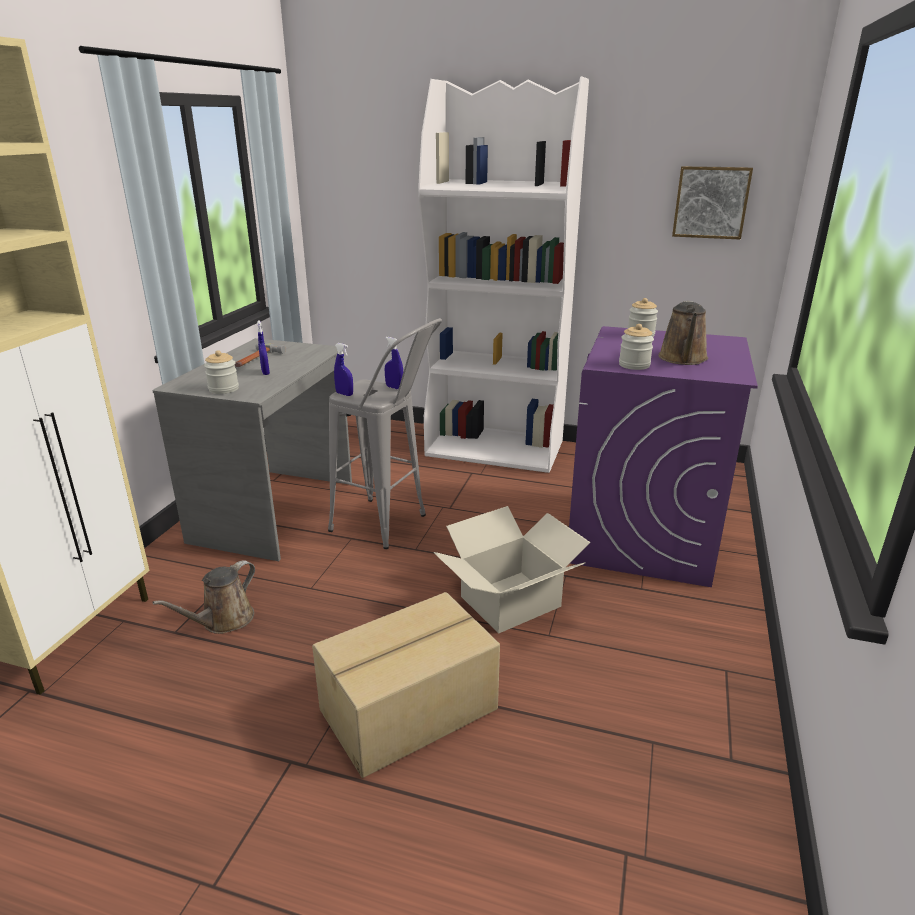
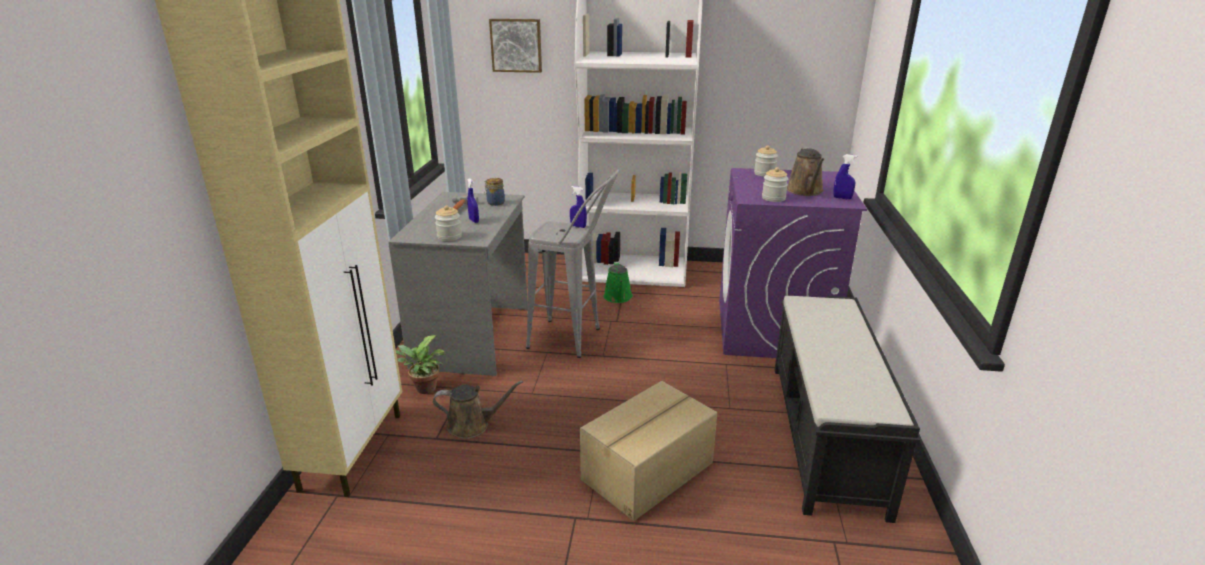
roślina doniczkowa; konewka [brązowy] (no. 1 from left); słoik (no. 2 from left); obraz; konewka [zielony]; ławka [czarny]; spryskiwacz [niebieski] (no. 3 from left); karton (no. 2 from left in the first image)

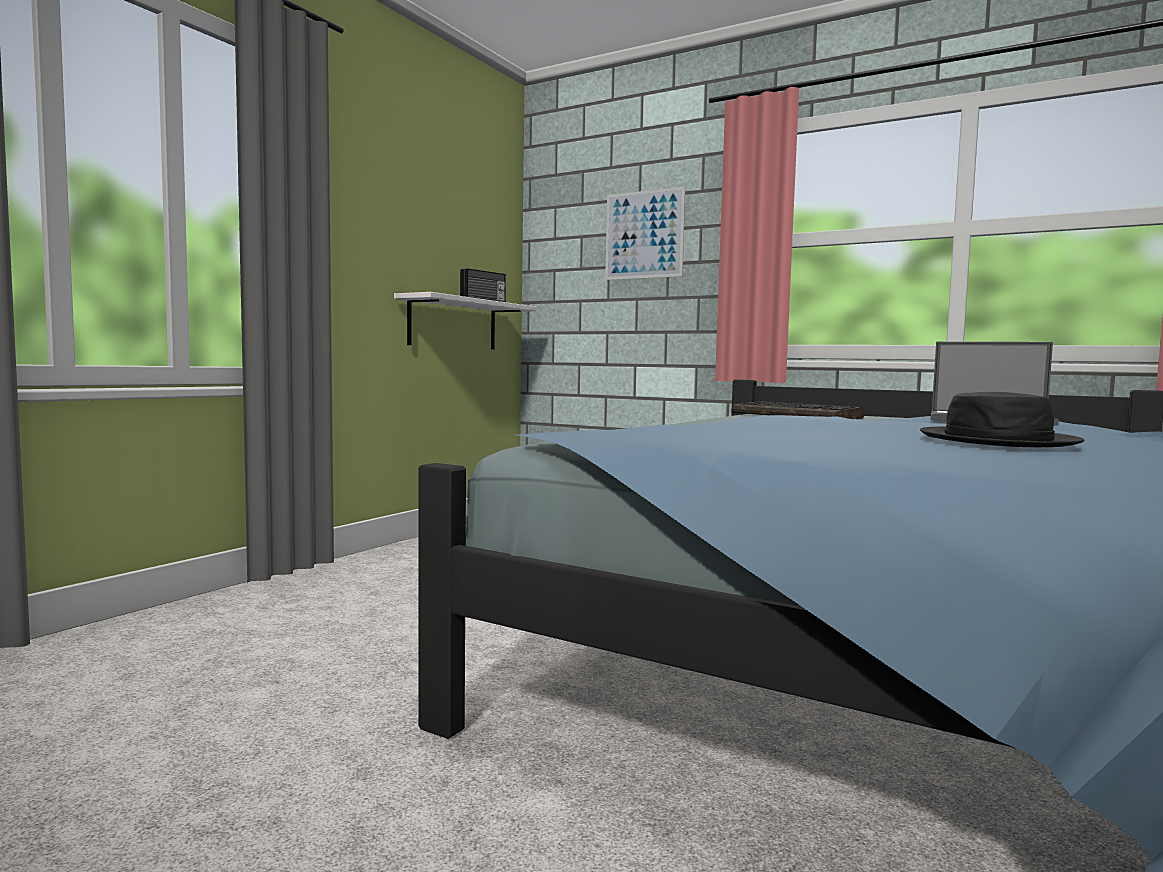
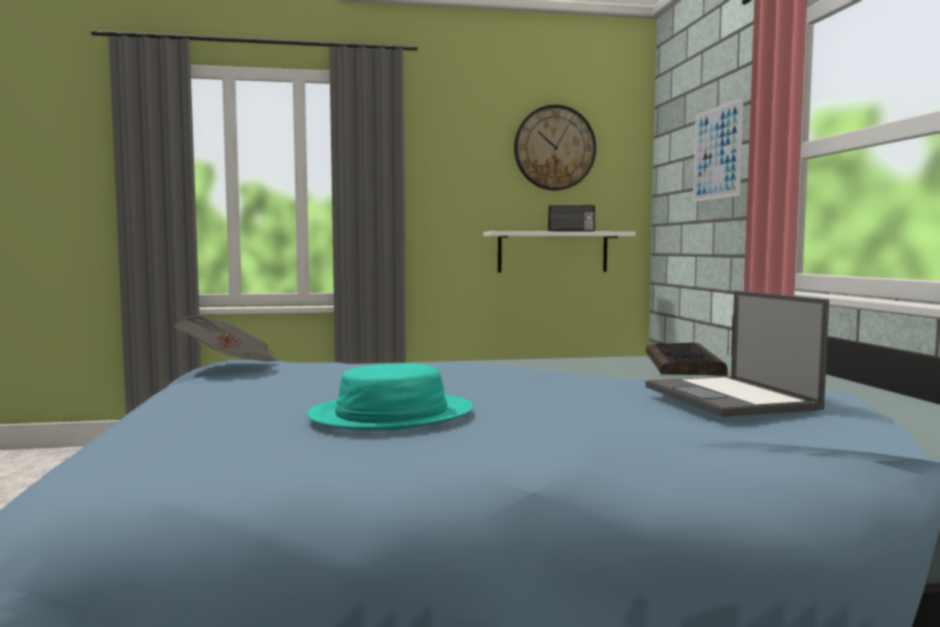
gazeta; kapelusz [turkusowy]; zegar ścienny

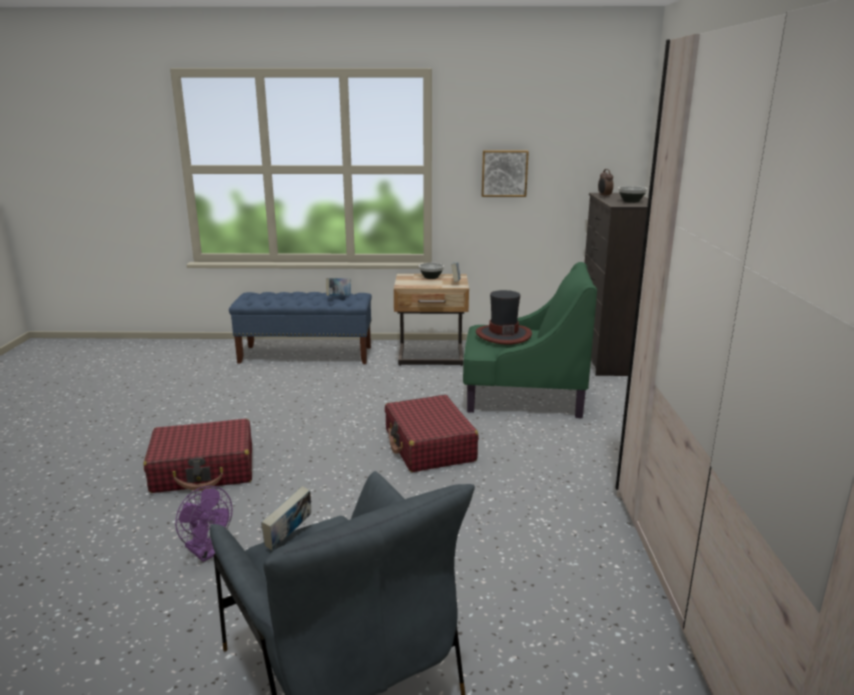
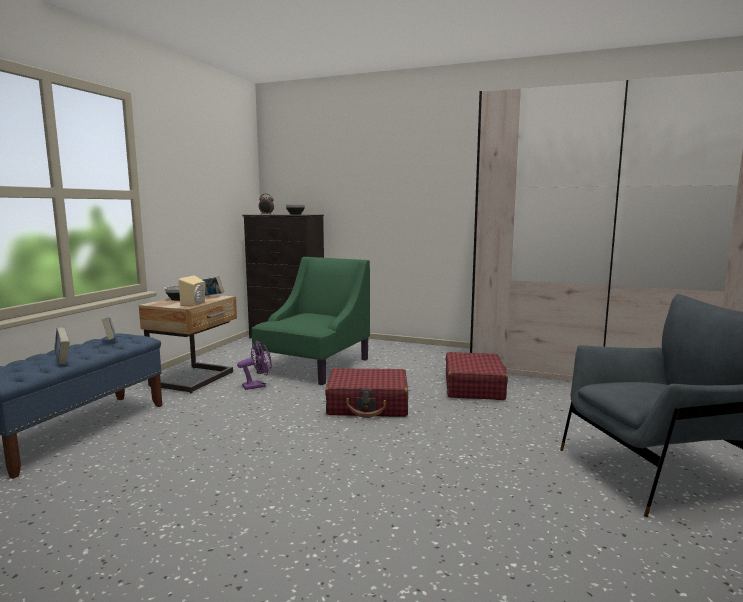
książka (no. 1 from left); głośnik [beżowy]; wentylator [fioletowy]; walizka [czerwony] (no. 2 from left); kapelusz; obraz

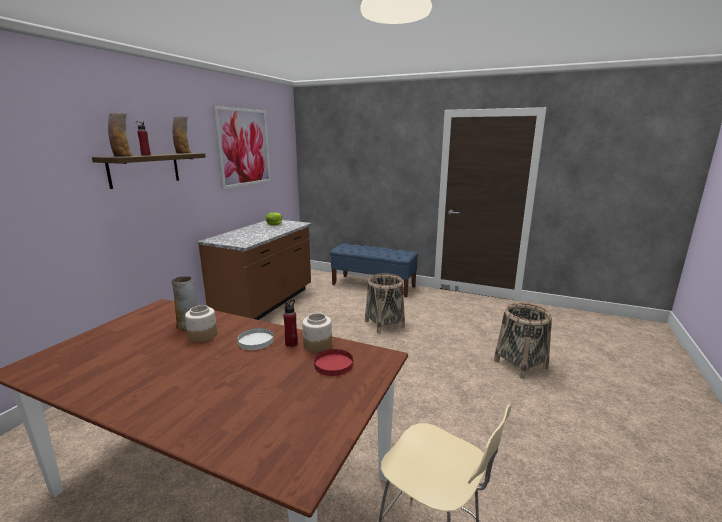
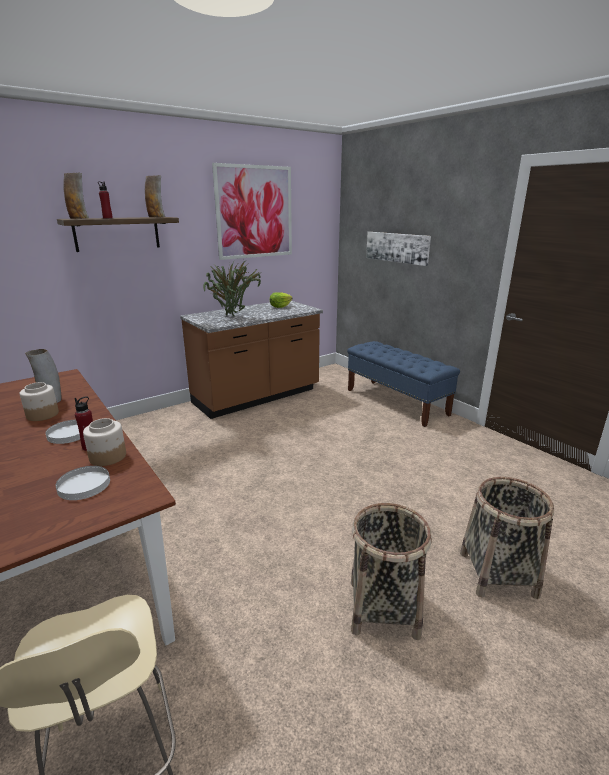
talerz [biały] (no. 2 from left); roślina doniczkowa; koszyk (no. 1 from left); obraz (no. 2 from left)

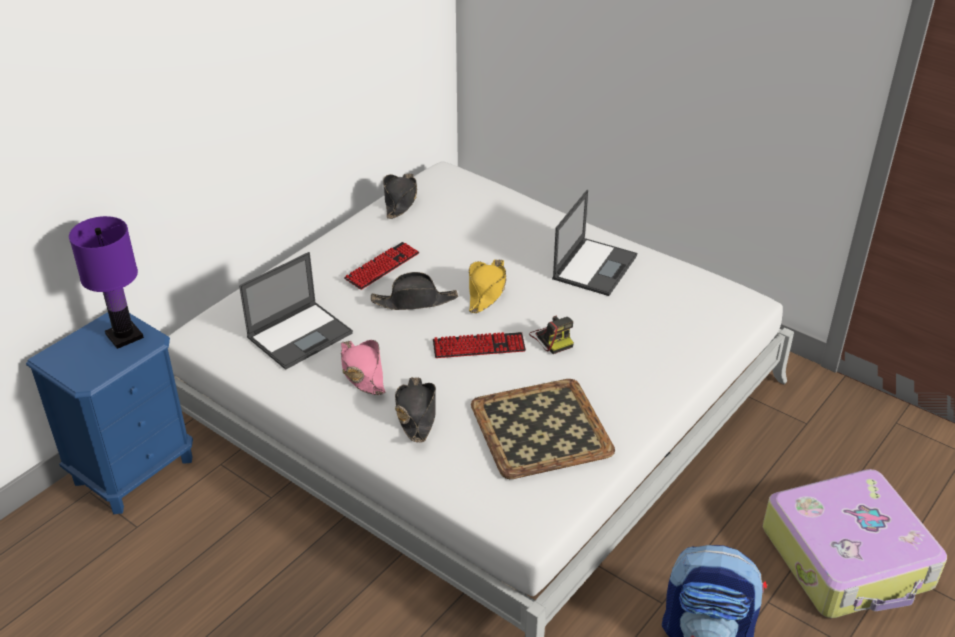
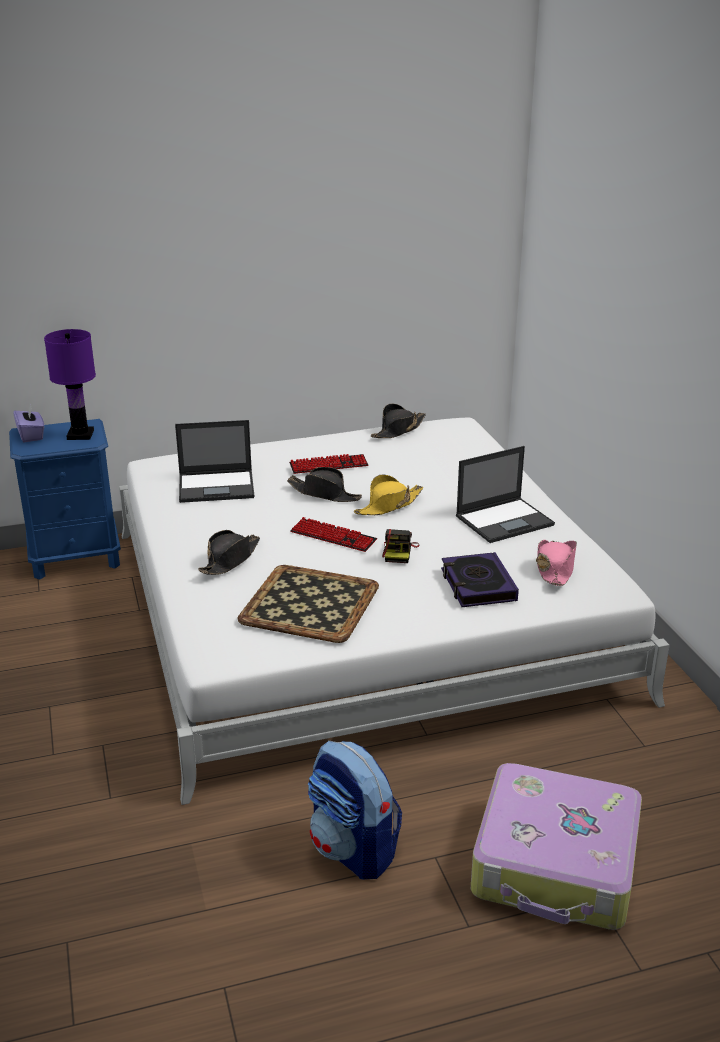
pudełko chusteczek [fioletowy]; książka; kapelusz [różowy]

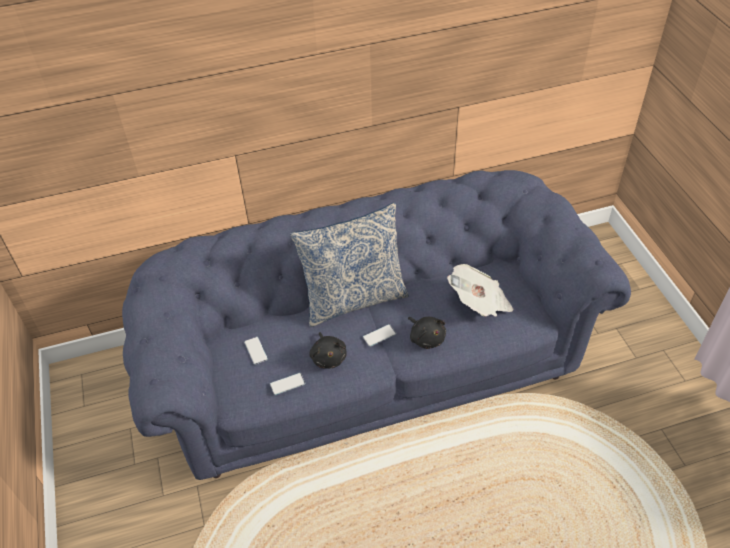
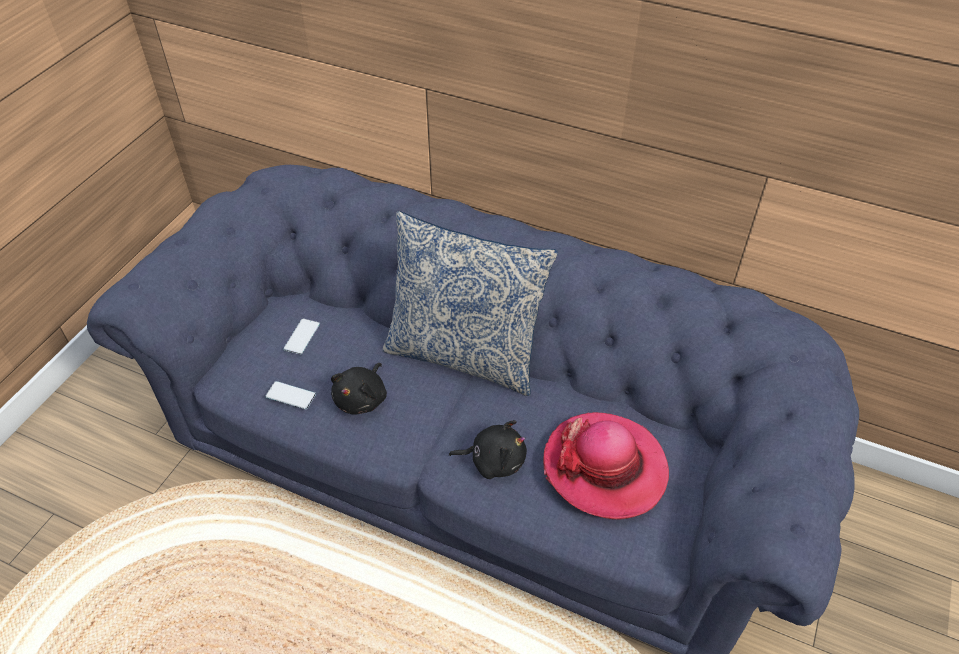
pluszak [czarny] (no. 2 from left); kapelusz; telefon (no. 3 from left in the first image)

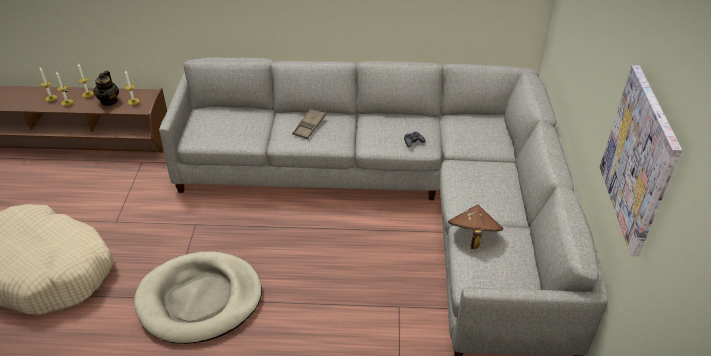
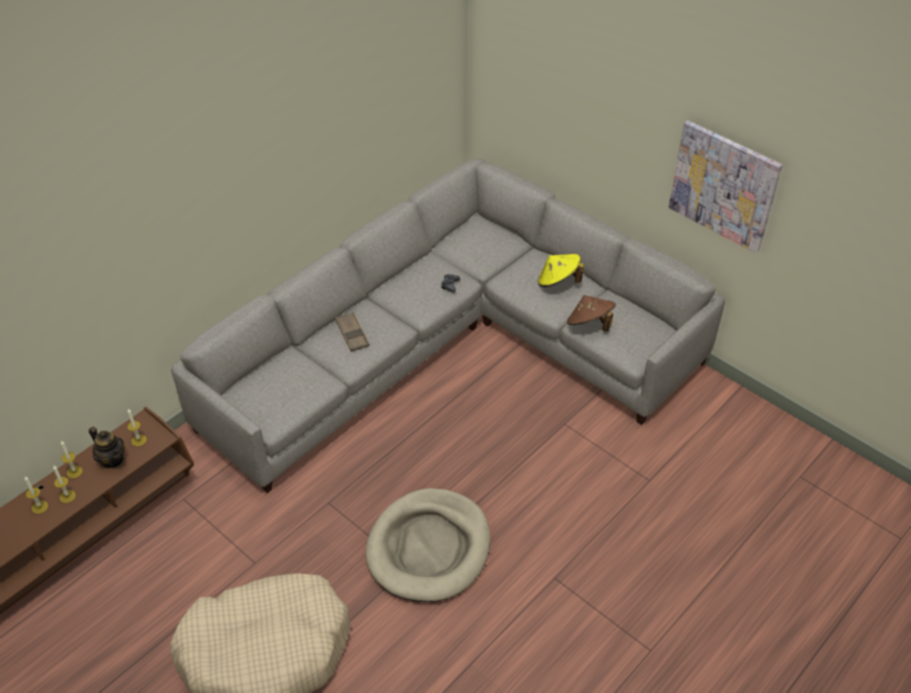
kapelusz [żółty]

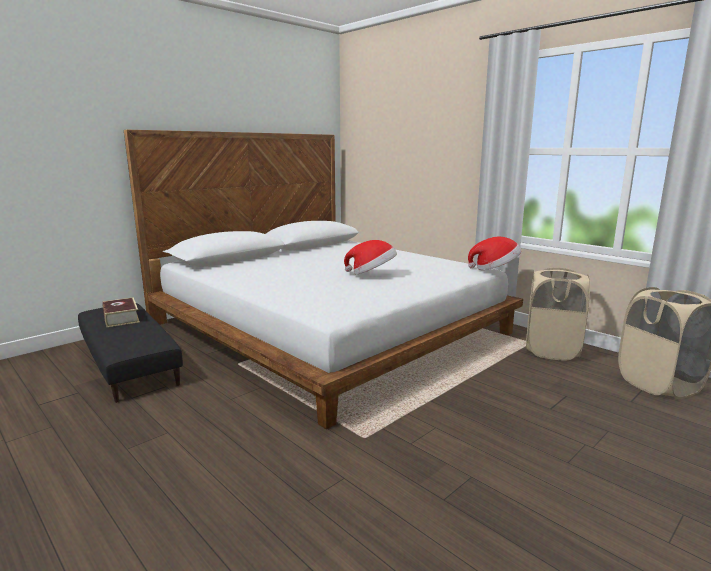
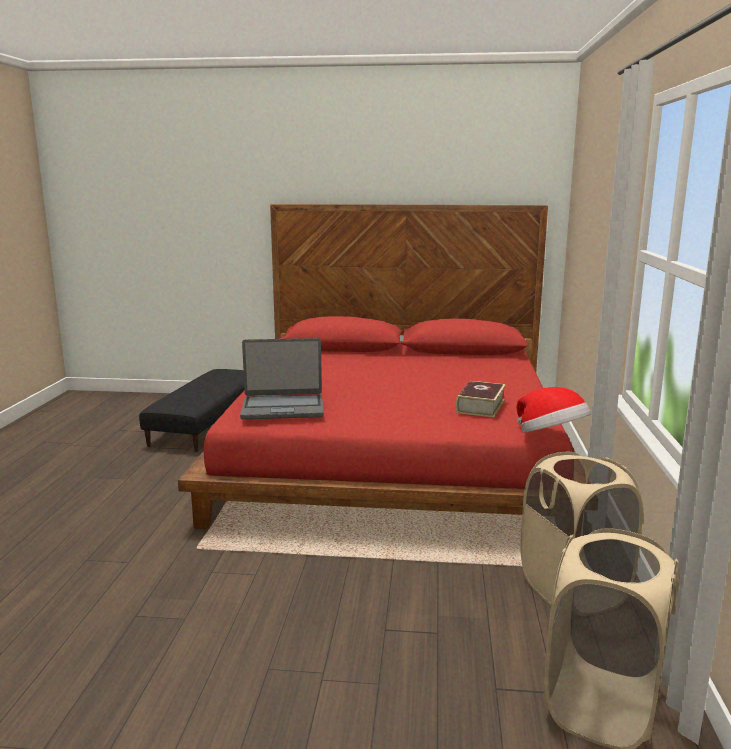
łóżko [czerwony]; laptop; książka; kapelusz (no. 1 from left in the first image)

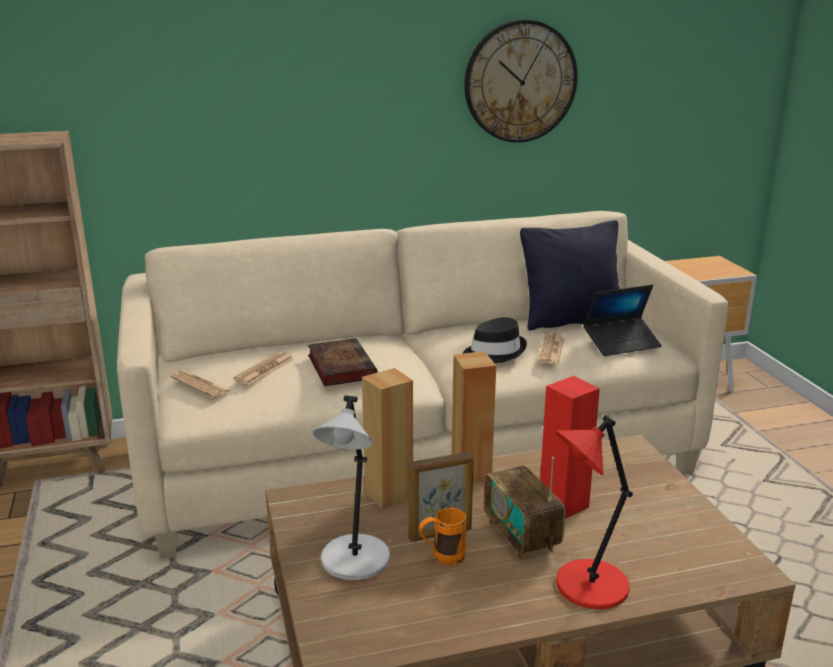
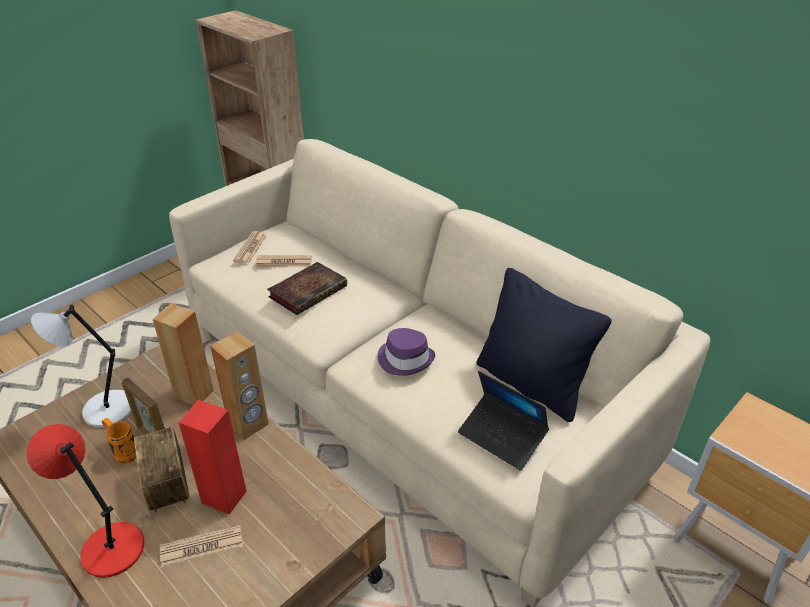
radio; gazeta (no. 1 from left); kapelusz [fioletowy]; zegar ścienny

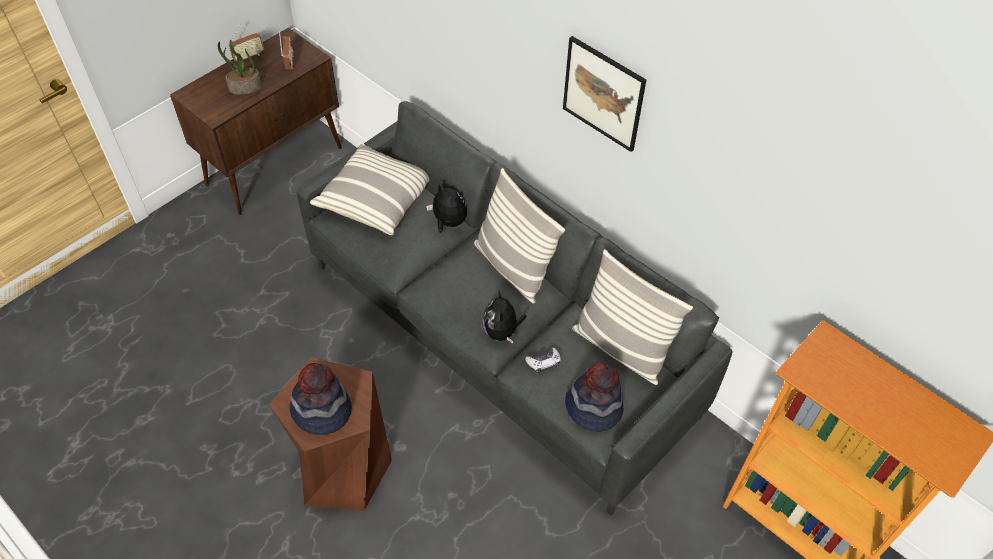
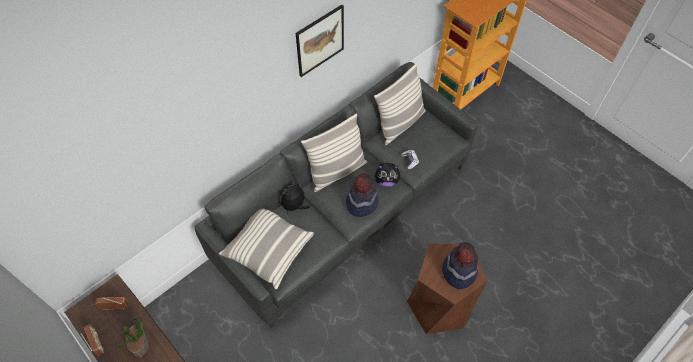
kapelusz (no. 1 from left)

